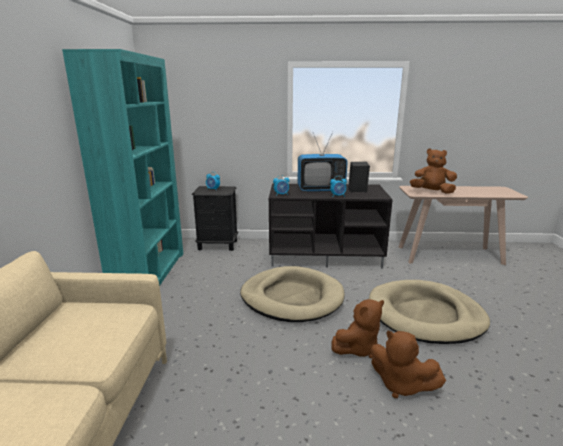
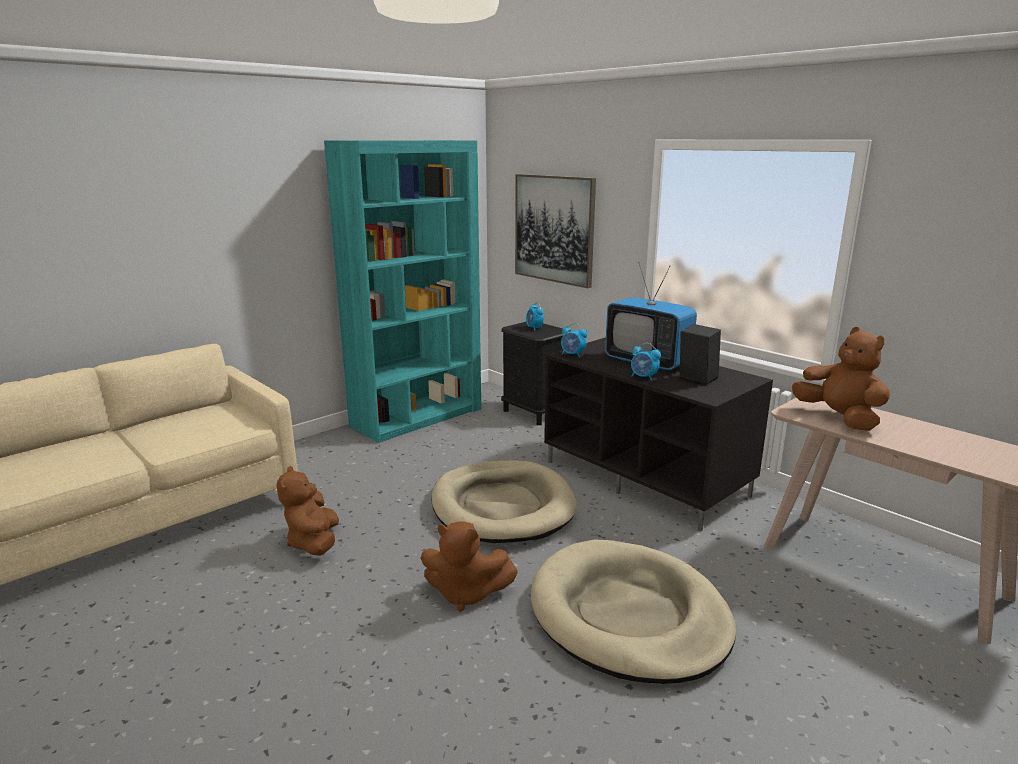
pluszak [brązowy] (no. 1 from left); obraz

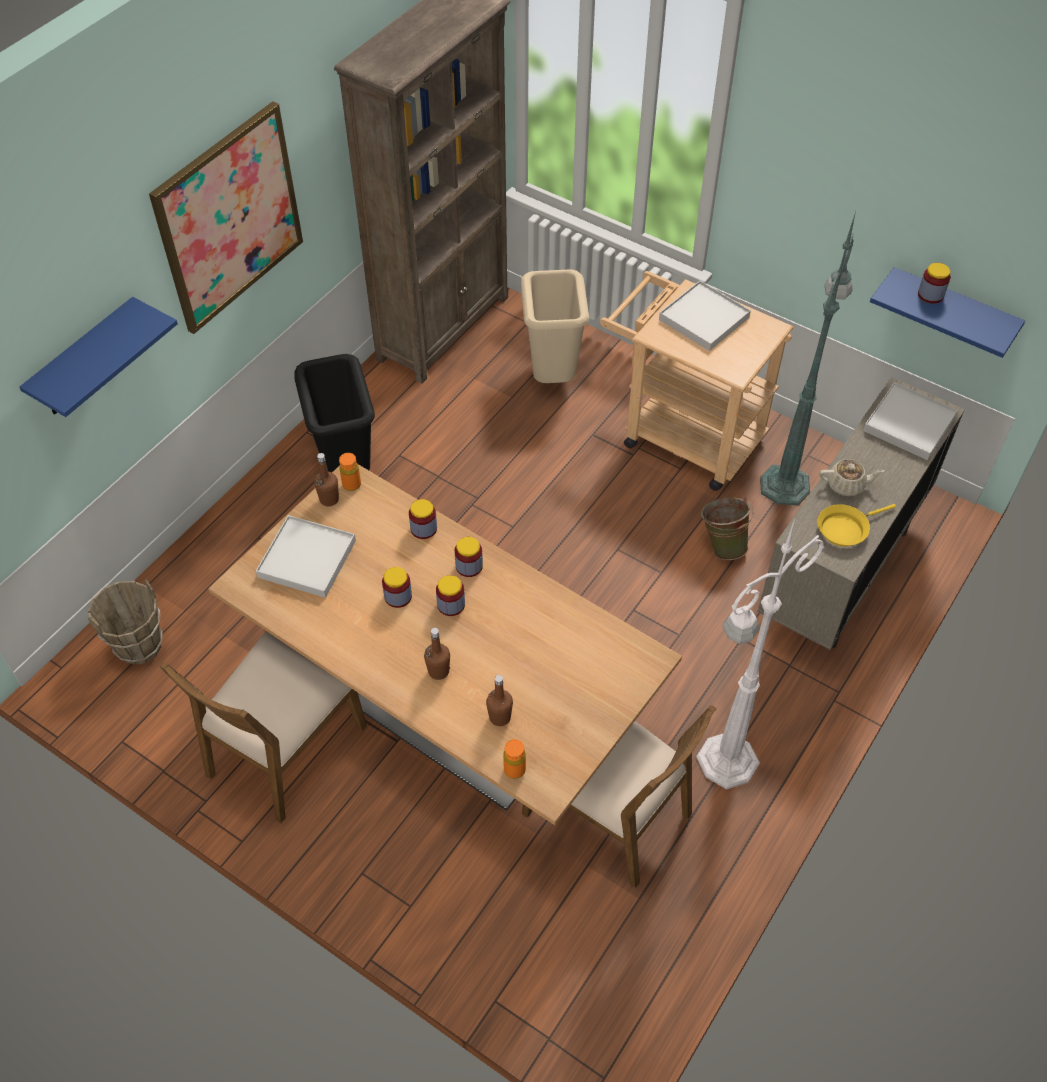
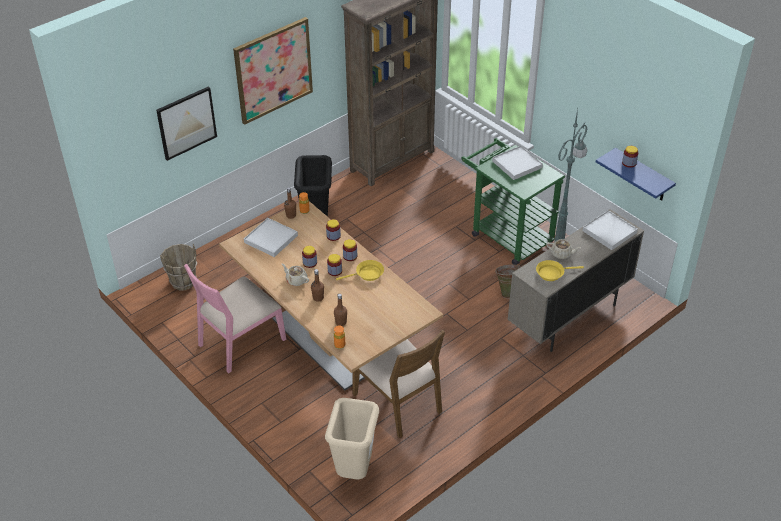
obraz (no. 1 from left); krzesło [różowy]; imbryk [beżowy] (no. 1 from left); kosz na śmieci [beżowy]; patelnia [żółty] (no. 1 from left); wózek [zielony]; lampa stojąca [biały]

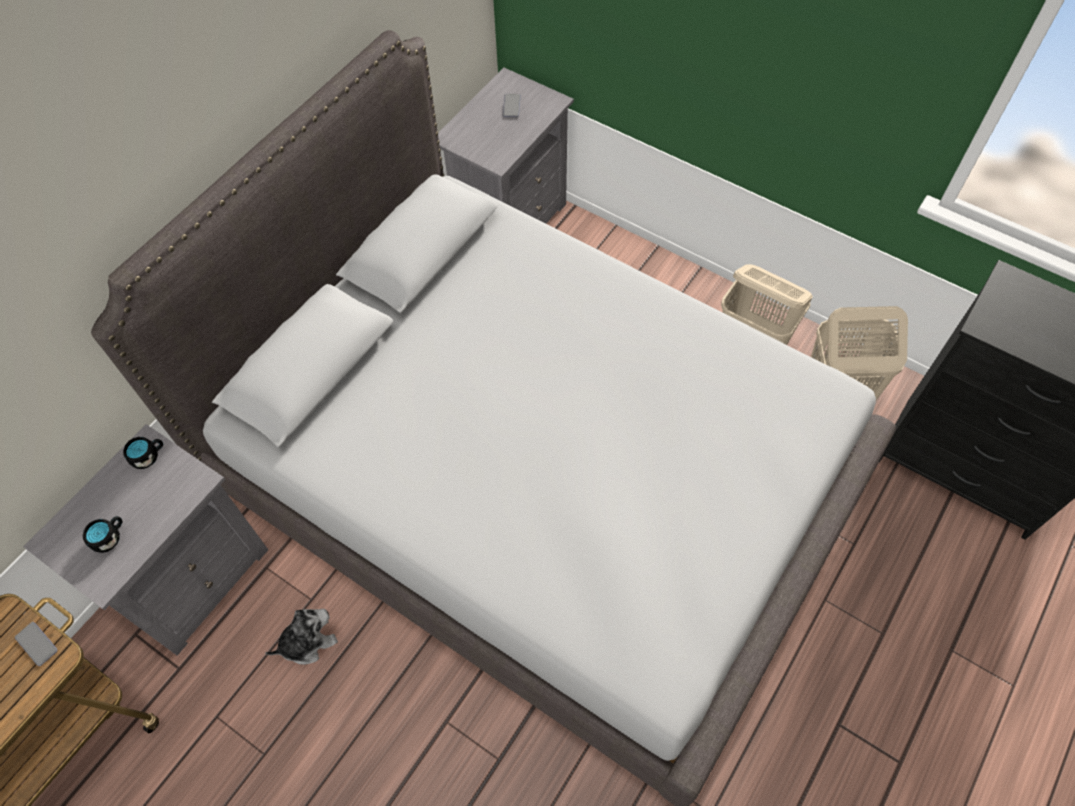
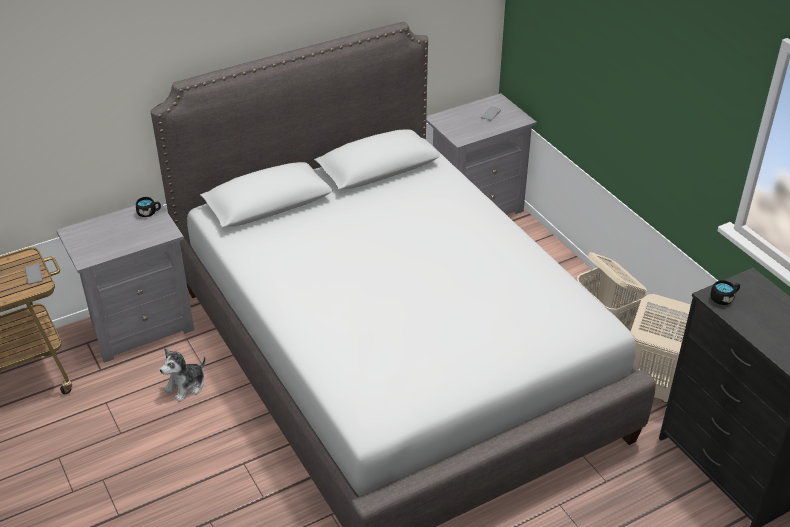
pluszak; kubek [czarny] (no. 2 from left)

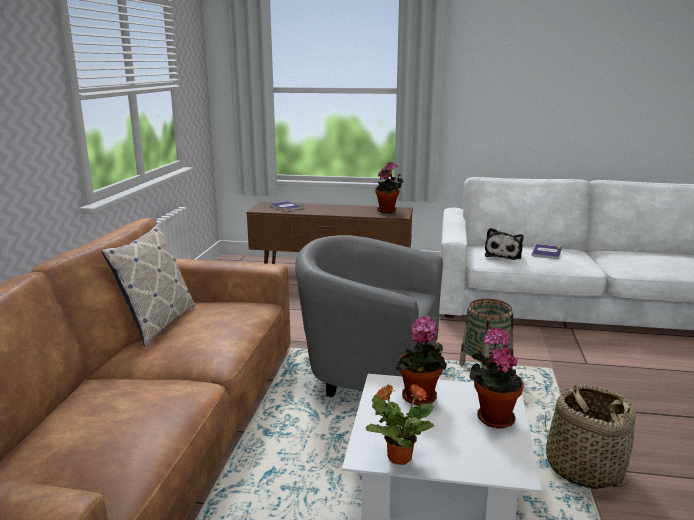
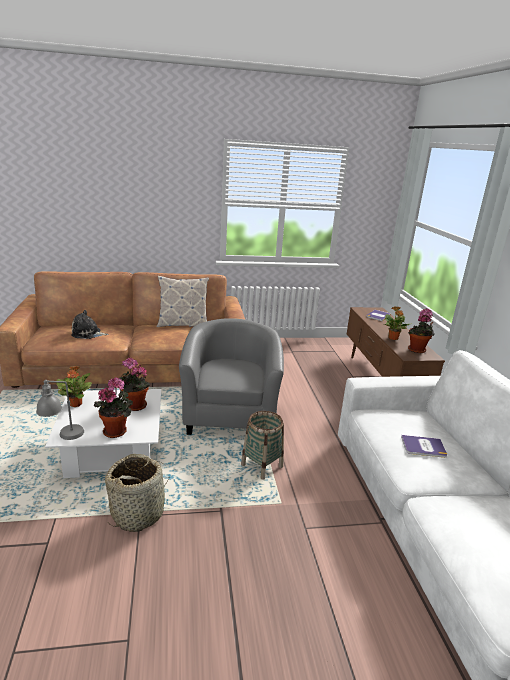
lampa stołowa [szary]; pluszak; roślina doniczkowa (no. 4 from left)

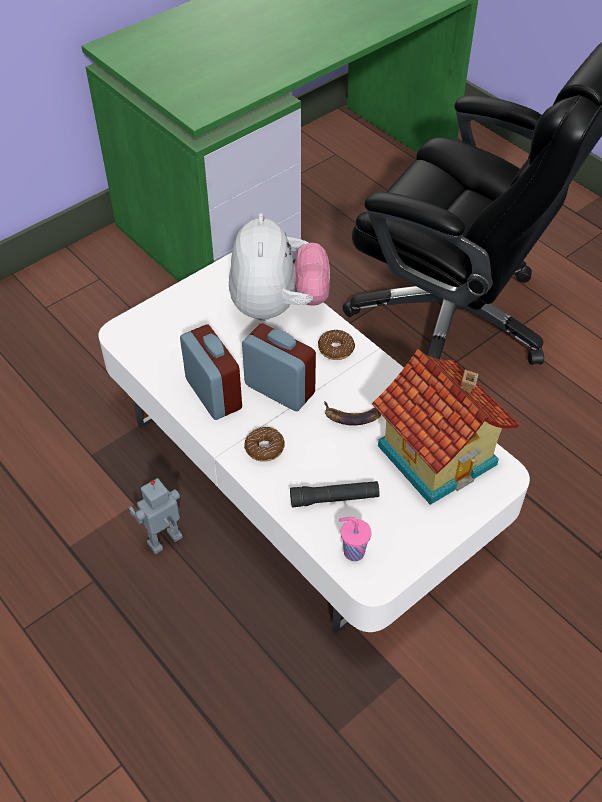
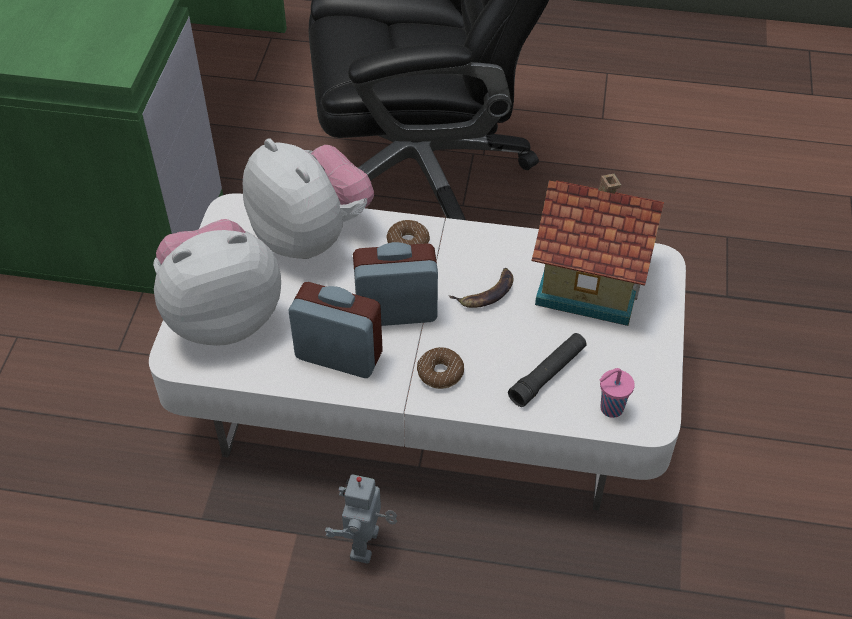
pluszak (no. 1 from left)

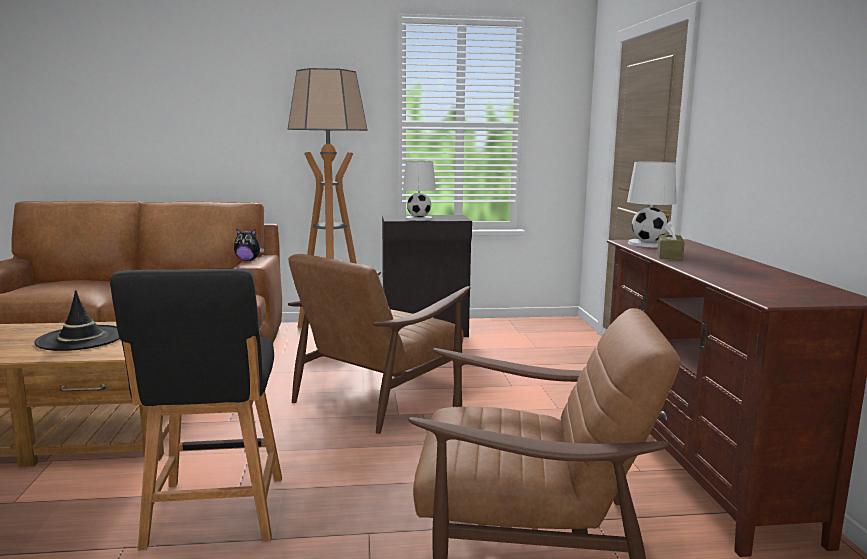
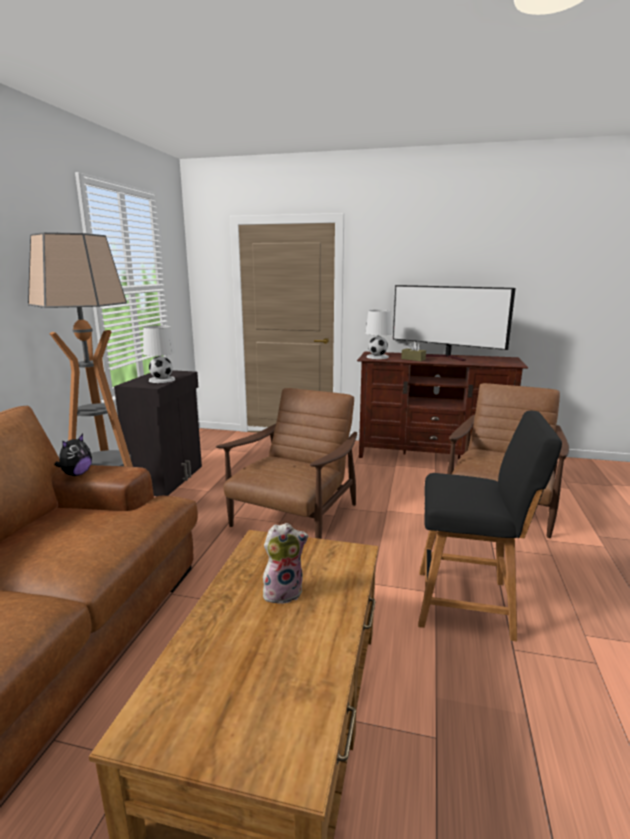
fotel [brązowy] (no. 1 from left); pluszak (no. 2 from left); telewizor

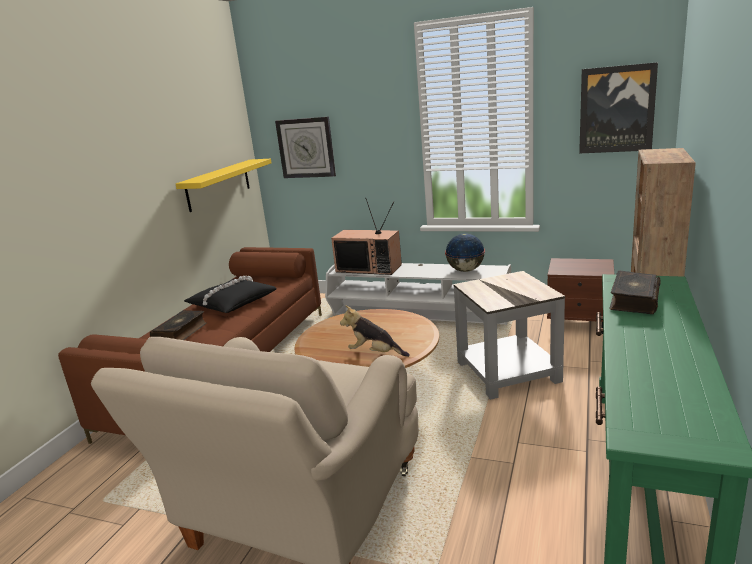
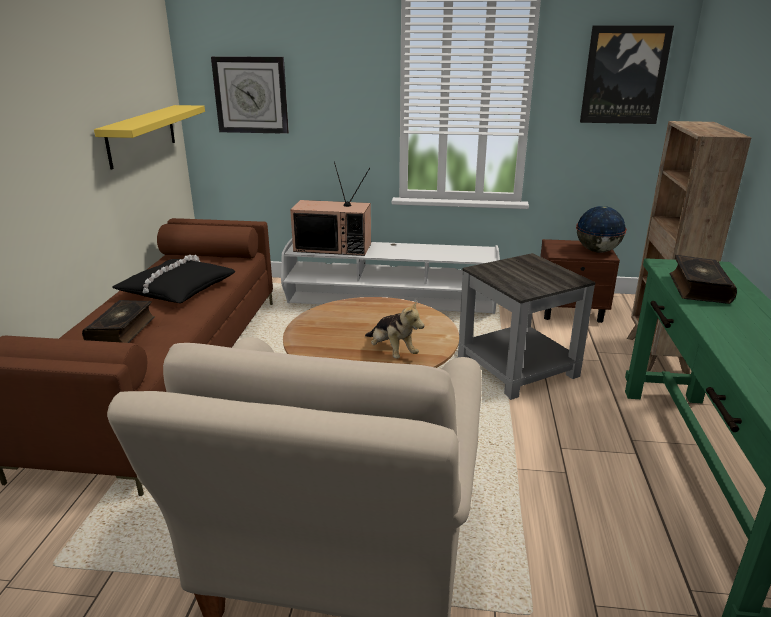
pluszak; globus

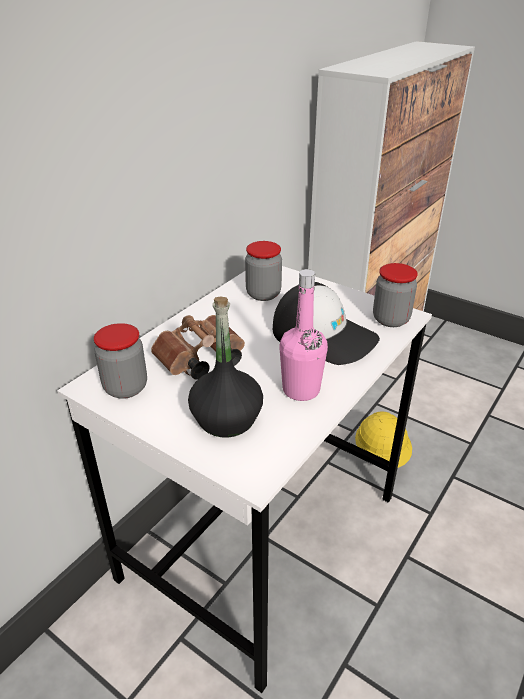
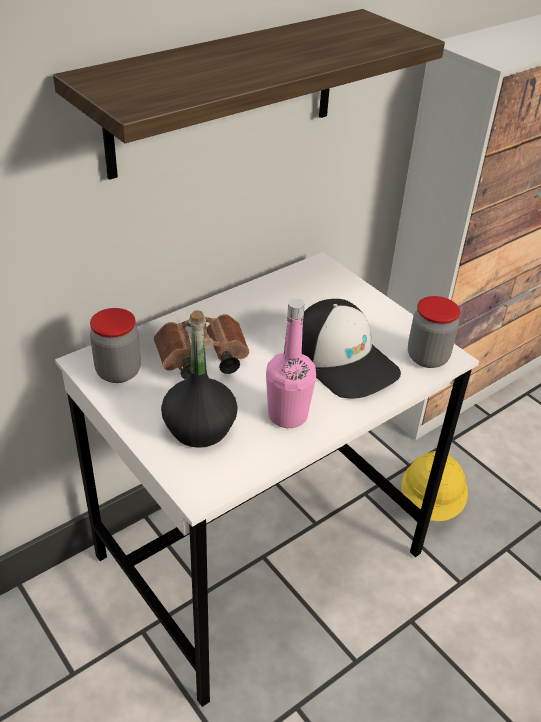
półka; słoik (no. 2 from left in the first image)

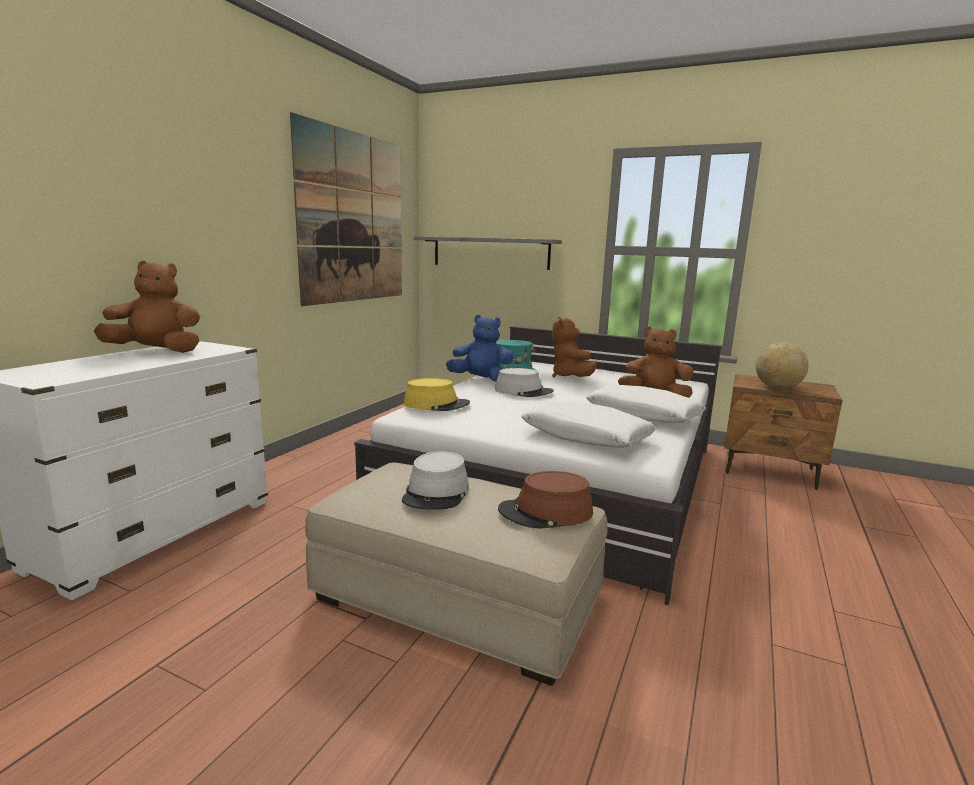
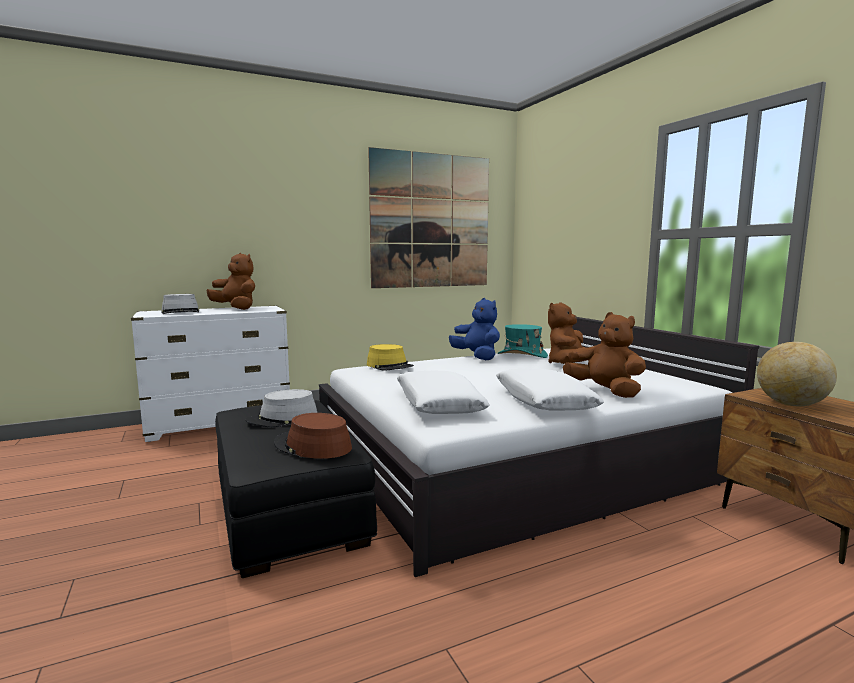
kapelusz [szary] (no. 1 from left); pufa [czarny]; półka [szary]

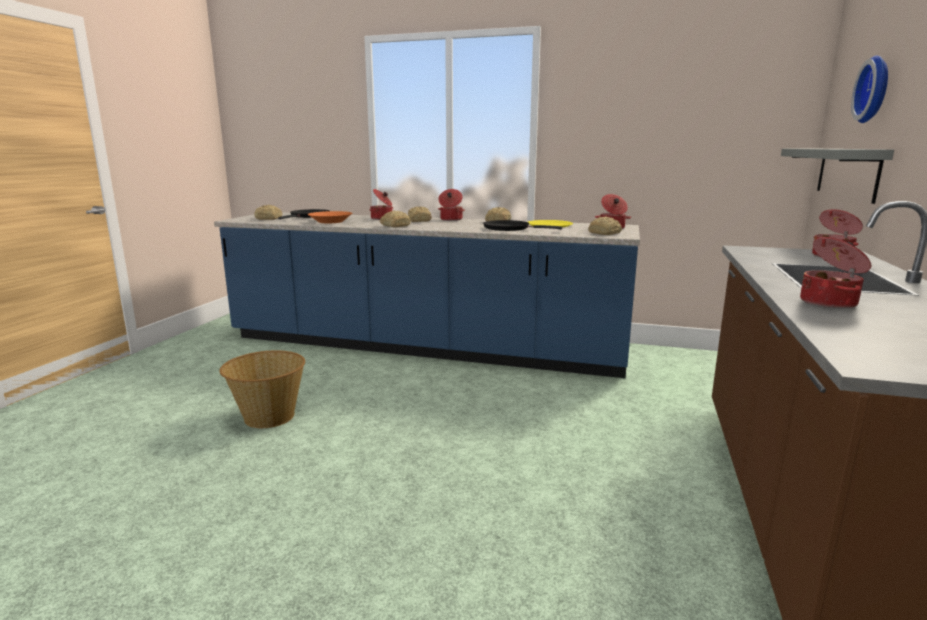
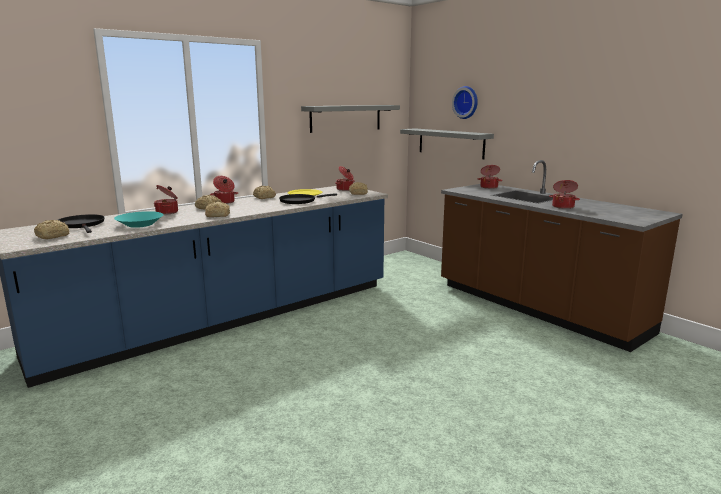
miska [turkusowy]; półka [szary] (no. 1 from left); koszyk

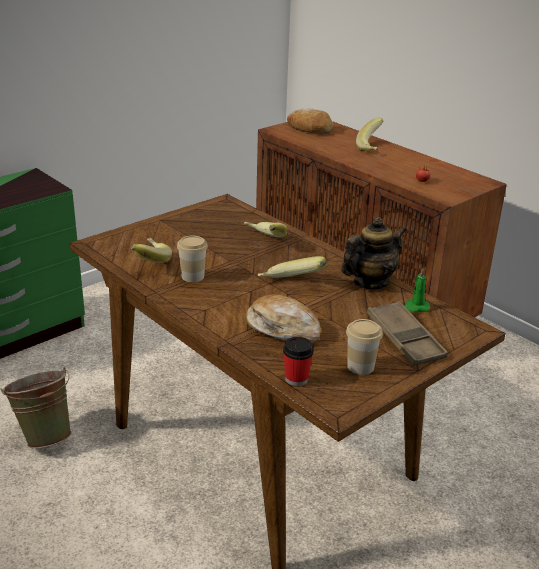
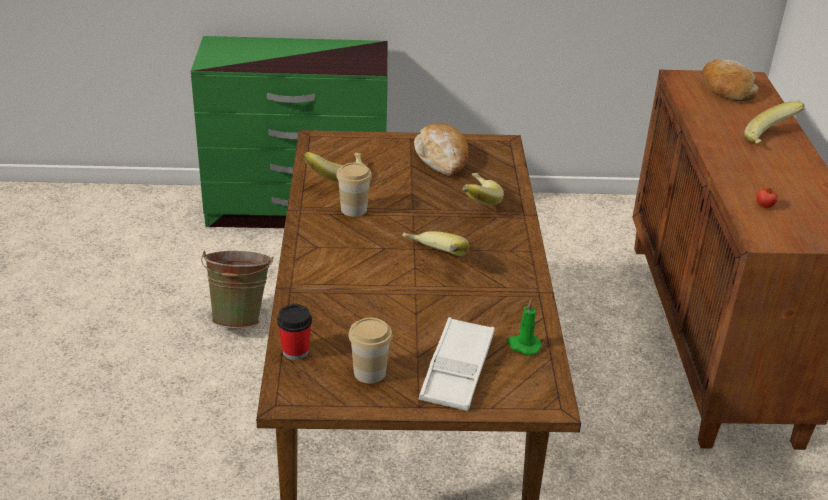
chleb (no. 1 from left); taca [biały]; imbryk

